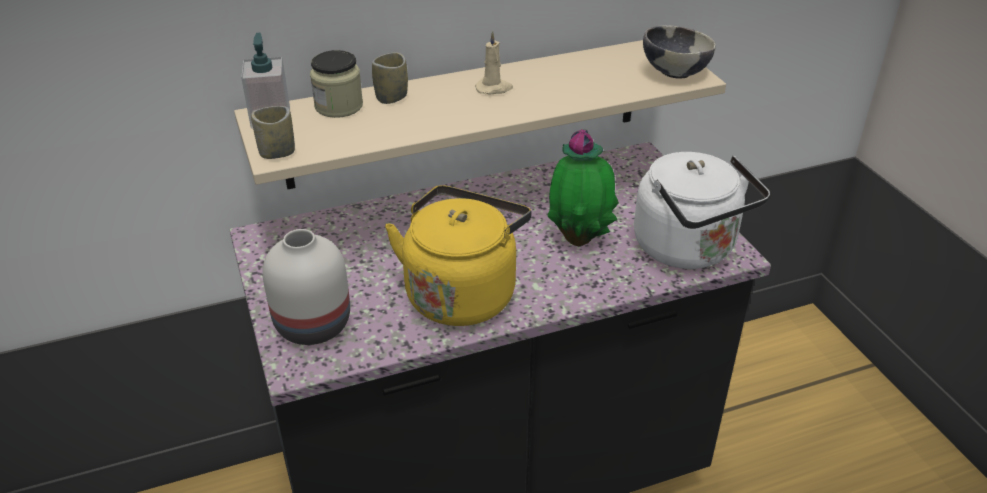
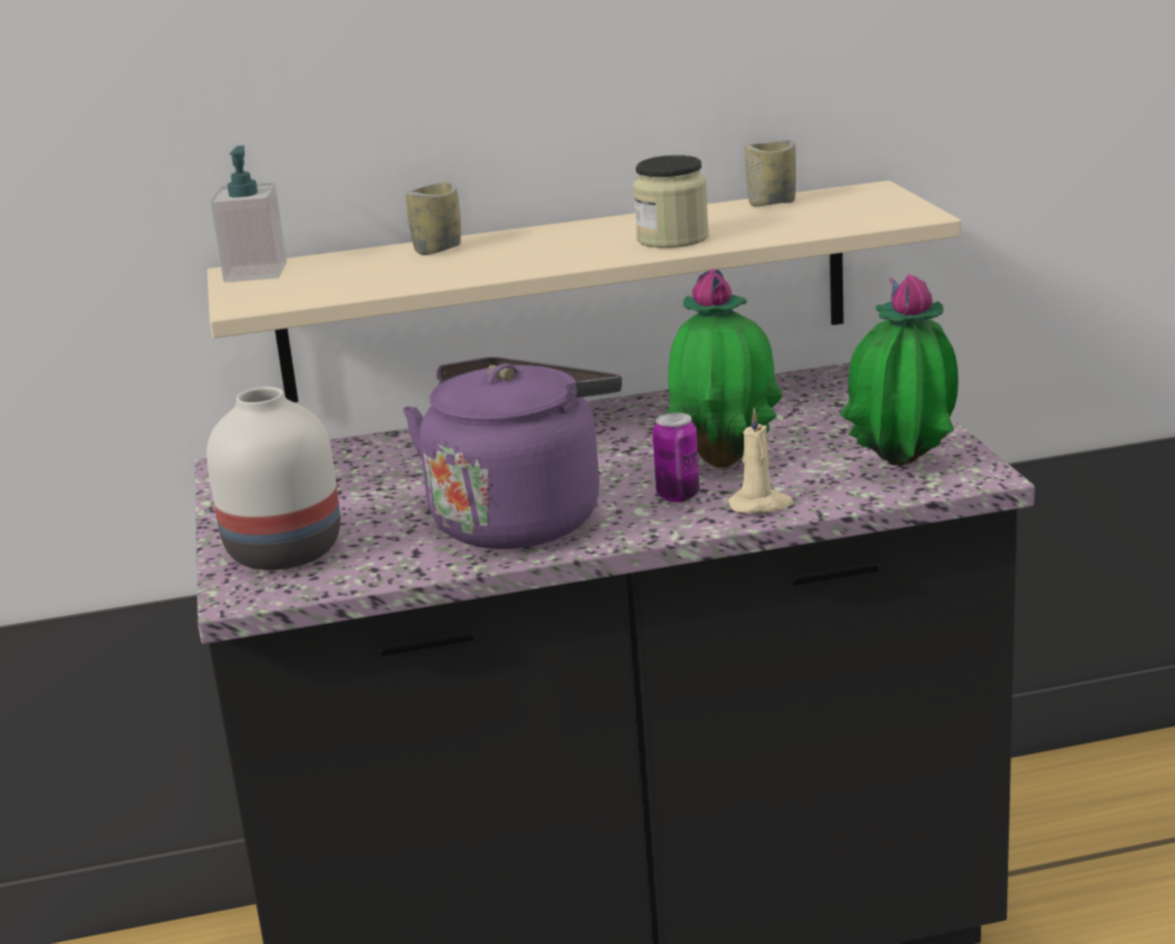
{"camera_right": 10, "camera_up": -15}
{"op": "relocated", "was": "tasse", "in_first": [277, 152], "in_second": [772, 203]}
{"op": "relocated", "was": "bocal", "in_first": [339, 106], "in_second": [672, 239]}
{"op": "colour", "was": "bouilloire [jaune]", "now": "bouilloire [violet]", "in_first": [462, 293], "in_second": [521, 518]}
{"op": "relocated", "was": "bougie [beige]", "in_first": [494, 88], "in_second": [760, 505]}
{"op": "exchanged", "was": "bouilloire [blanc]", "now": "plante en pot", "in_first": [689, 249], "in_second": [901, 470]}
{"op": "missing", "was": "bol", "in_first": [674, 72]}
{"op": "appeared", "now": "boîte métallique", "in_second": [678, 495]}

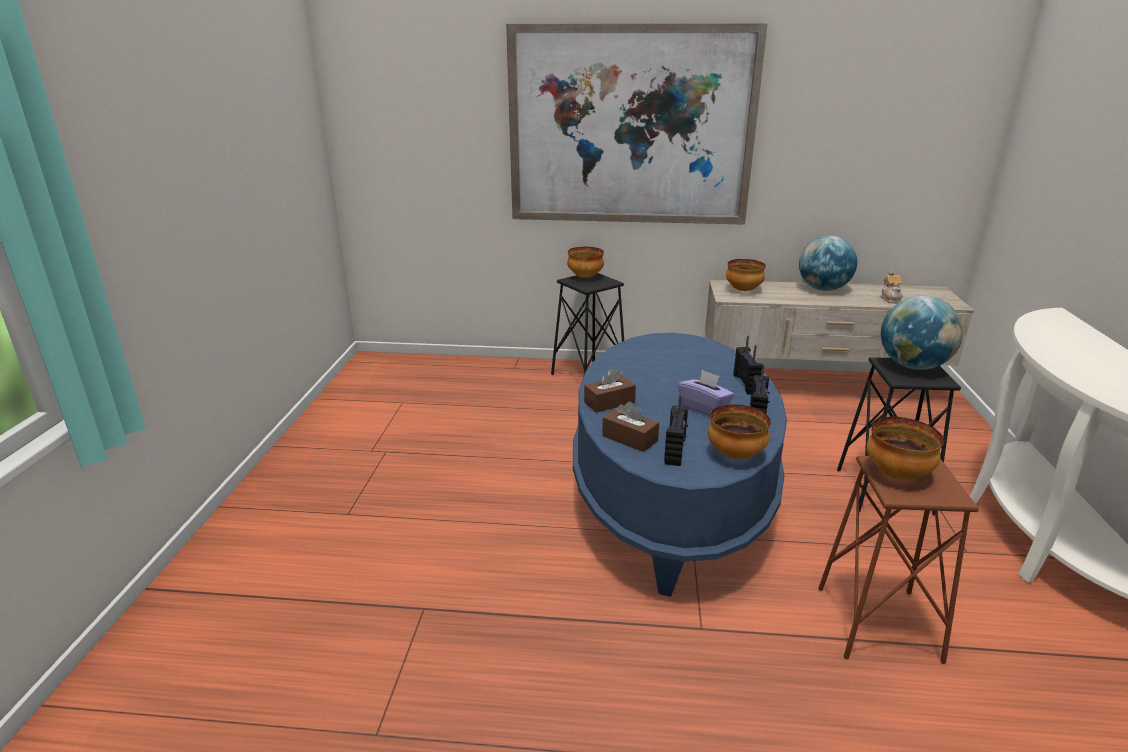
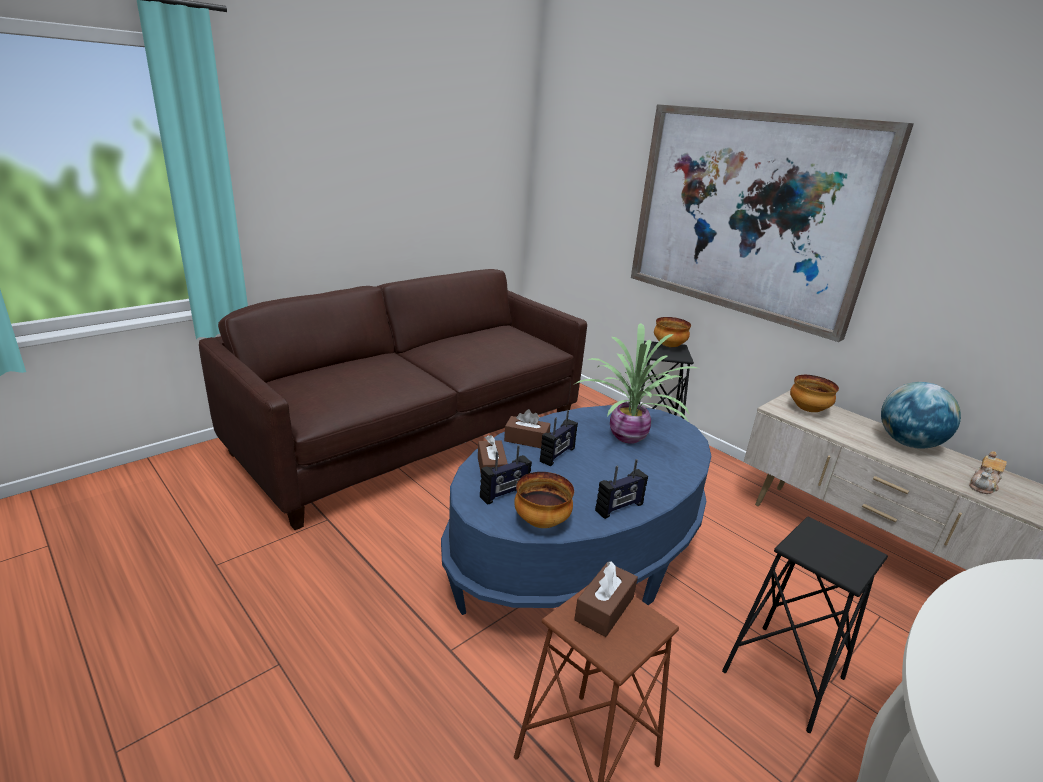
{"camera_right": 40, "camera_up": 0}
{"op": "missing", "was": "boîte à mouchoirs [violet]", "in_first": [704, 408]}
{"op": "relocated", "was": "radio", "in_first": [747, 384], "in_second": [558, 455]}
{"op": "exchanged", "was": "bol", "now": "boîte à mouchoirs [marron]", "in_first": [898, 474], "in_second": [604, 608]}
{"op": "missing", "was": "globe", "in_first": [913, 366]}
{"op": "appeared", "now": "canapé [marron]", "in_second": [414, 435]}
{"op": "appeared", "now": "plante en pot", "in_second": [630, 437]}

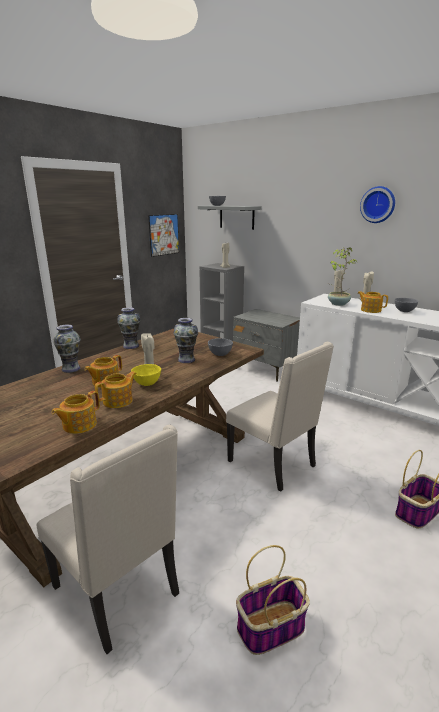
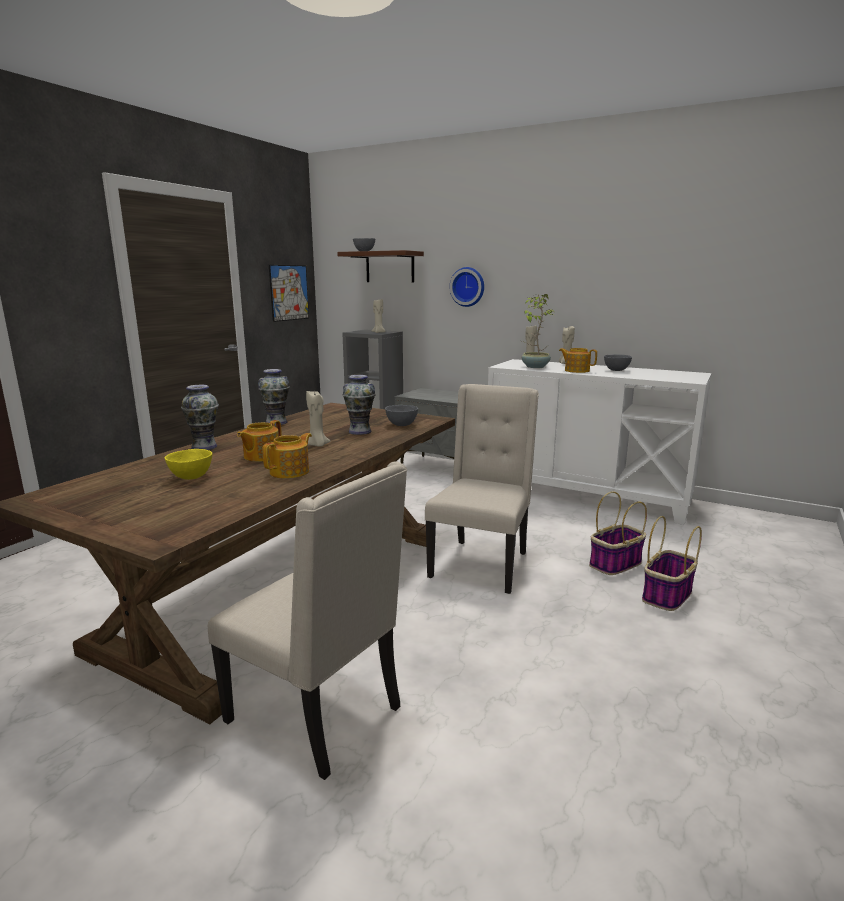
{"camera_right": -10, "camera_up": -5}
{"op": "missing", "was": "théière", "in_first": [78, 425]}
{"op": "relocated", "was": "bol [jaune]", "in_first": [146, 384], "in_second": [190, 477]}
{"op": "colour", "was": "étagère [gris]", "now": "étagère [marron]", "in_first": [236, 217], "in_second": [390, 267]}
{"op": "spun", "was": "chaise [beige]", "in_first": [274, 464], "in_second": [481, 564], "clockwise": -105}
{"op": "relocated", "was": "panier", "in_first": [270, 628], "in_second": [615, 564]}
{"op": "relocated", "was": "horloge murale", "in_first": [378, 204], "in_second": [468, 287]}

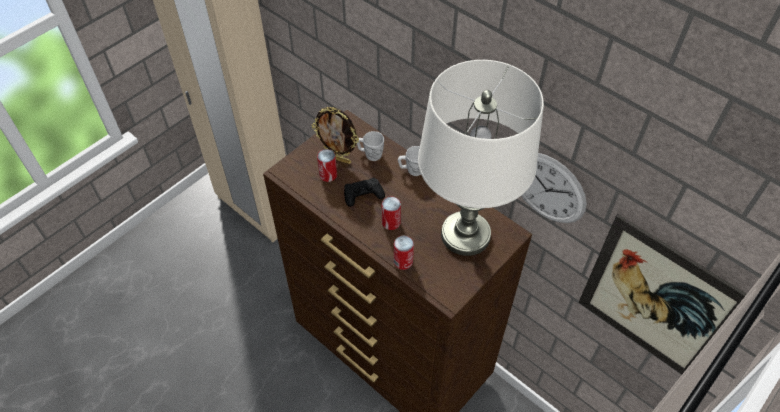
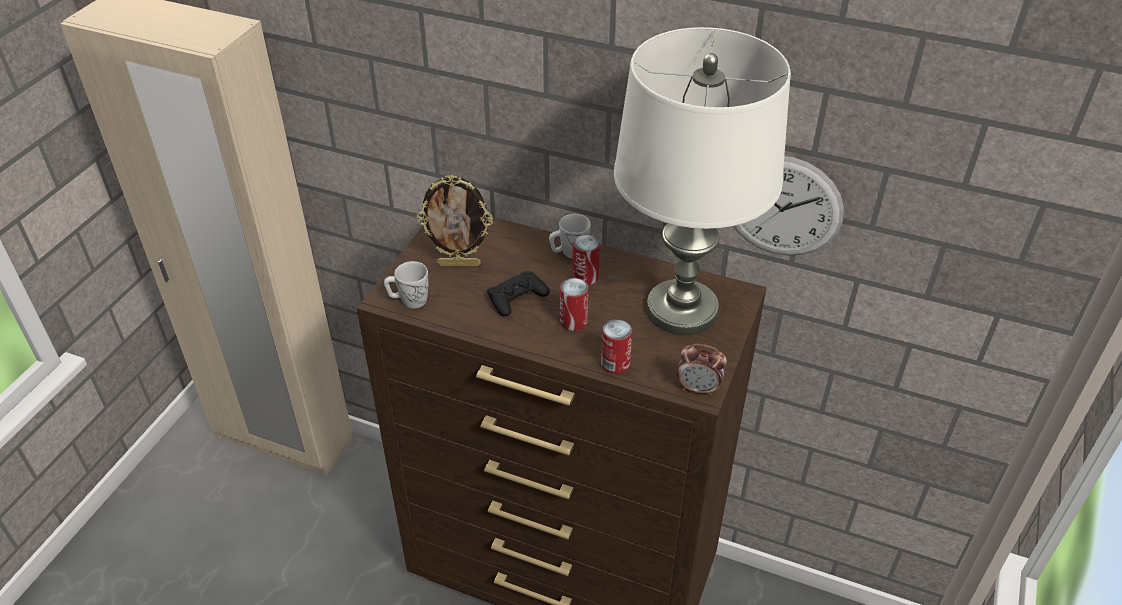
{"camera_right": -20, "camera_up": -10}
{"op": "relocated", "was": "boîte métallique", "in_first": [328, 175], "in_second": [585, 277]}
{"op": "relocated", "was": "mug [blanc]", "in_first": [370, 154], "in_second": [409, 301]}
{"op": "missing", "was": "tableau", "in_first": [656, 300]}
{"op": "appeared", "now": "réveil", "in_second": [698, 388]}

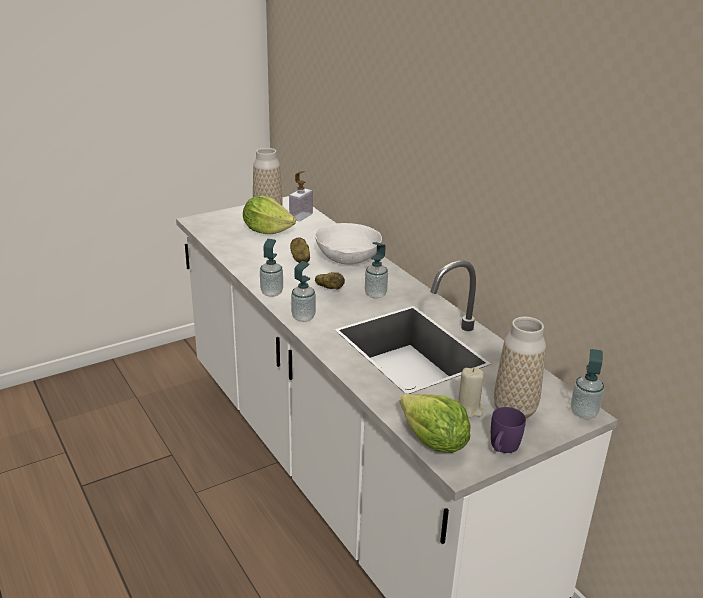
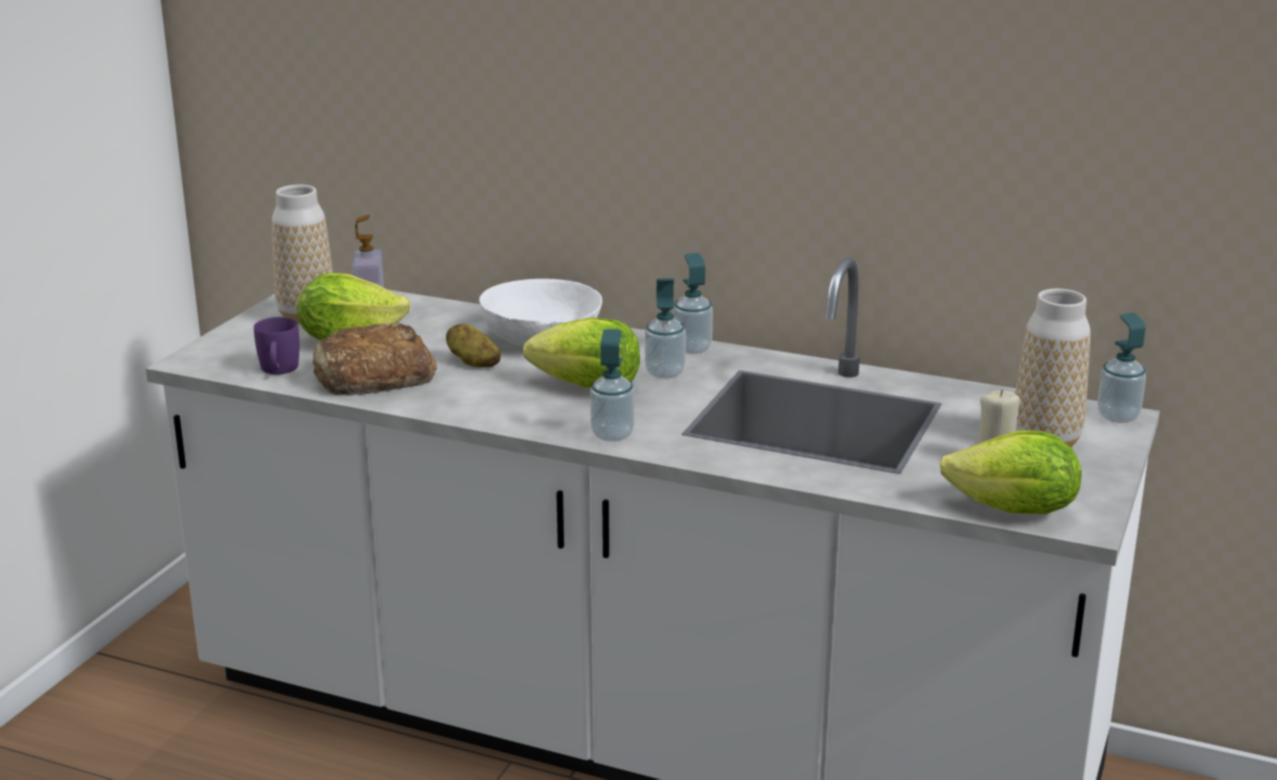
{"camera_right": -35, "camera_up": -5}
{"op": "relocated", "was": "distributeur de savon", "in_first": [271, 292], "in_second": [692, 348]}
{"op": "exchanged", "was": "pomme de terre", "now": "laitue", "in_first": [329, 289], "in_second": [587, 387]}
{"op": "relocated", "was": "mug [violet]", "in_first": [502, 448], "in_second": [279, 371]}
{"op": "appeared", "now": "pain", "in_second": [372, 375]}

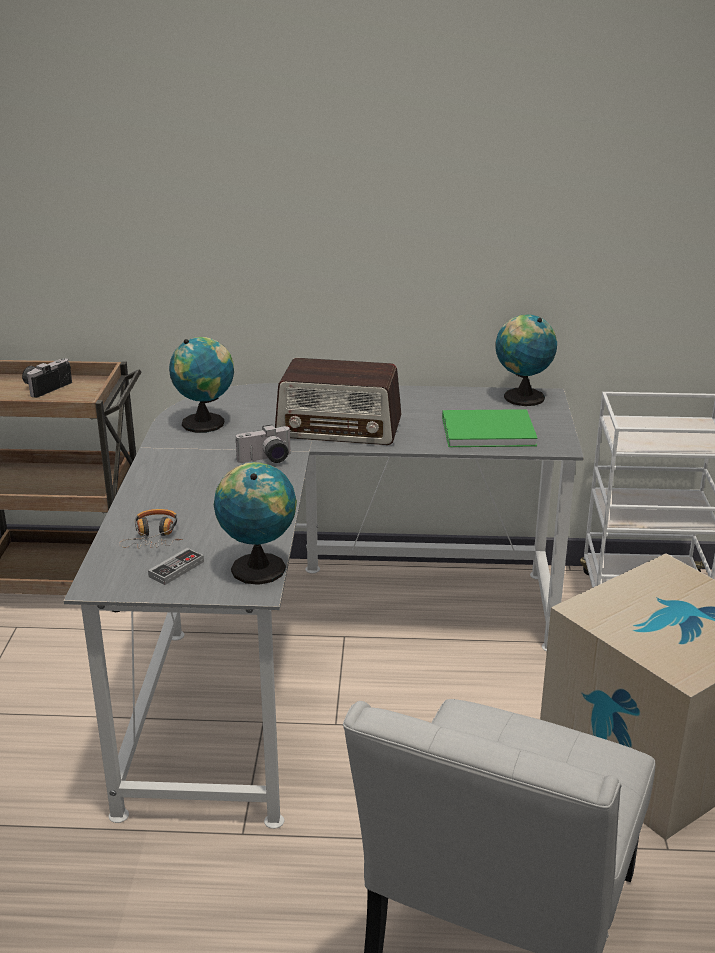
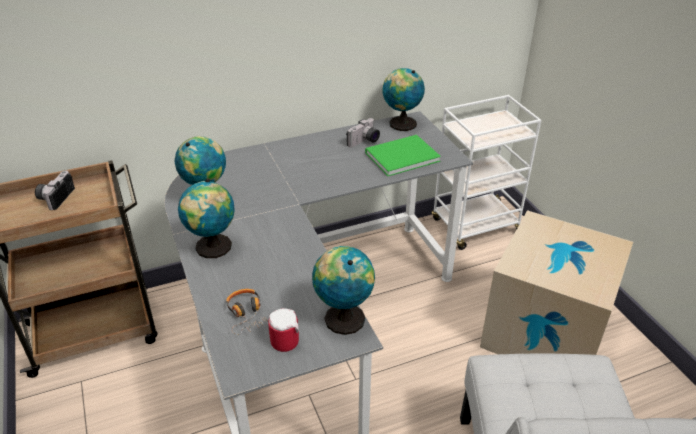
{"camera_right": -25, "camera_up": 10}
{"op": "exchanged", "was": "manette", "now": "mug", "in_first": [176, 569], "in_second": [287, 339]}
{"op": "relocated", "was": "appareil photo", "in_first": [266, 460], "in_second": [364, 142]}
{"op": "missing", "was": "radio", "in_first": [339, 428]}
{"op": "appeared", "now": "globe", "in_second": [213, 248]}

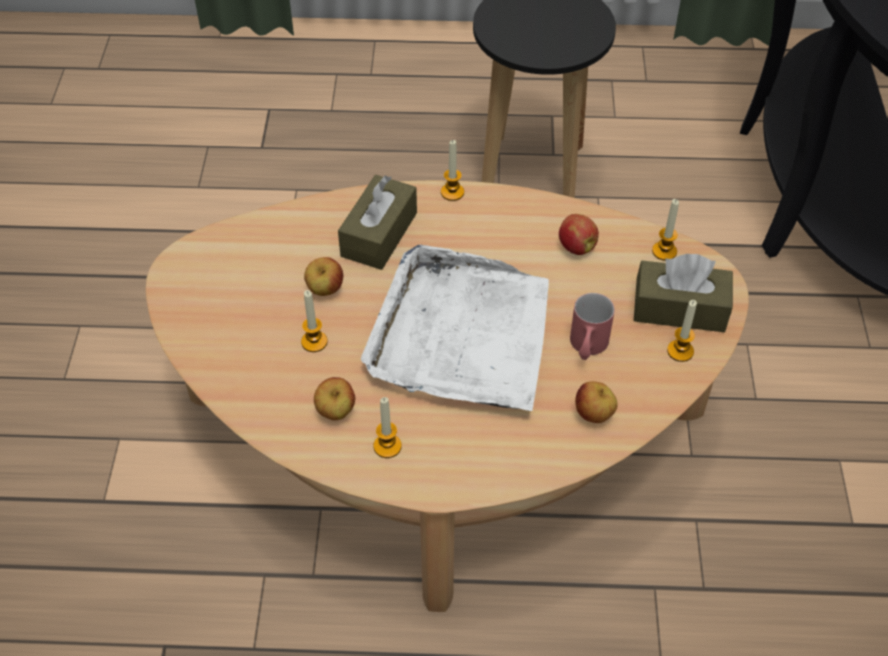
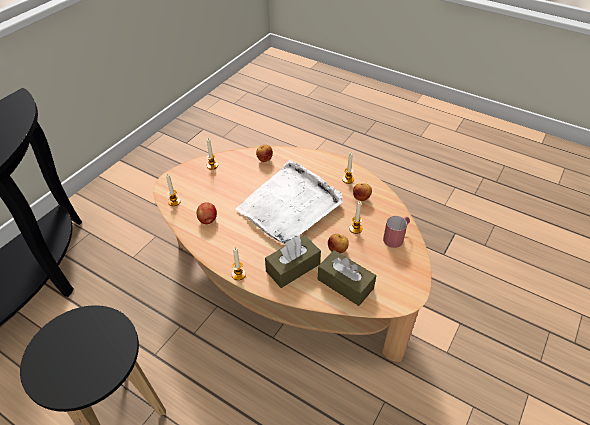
{"camera_right": -150, "camera_up": -5}
{"op": "relocated", "was": "mug [rouge]", "in_first": [587, 348], "in_second": [396, 237]}
{"op": "relocated", "was": "boîte à mouchoirs [marron]", "in_first": [679, 309], "in_second": [345, 284]}

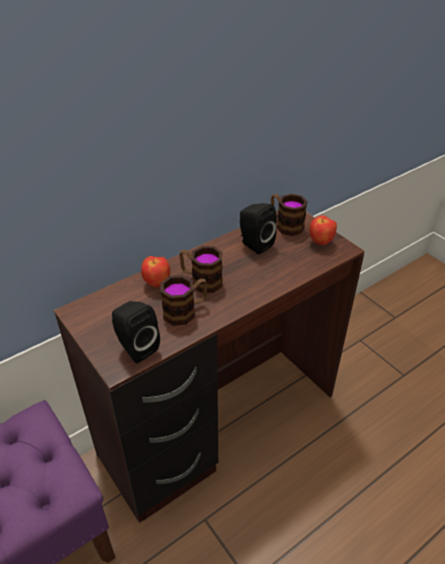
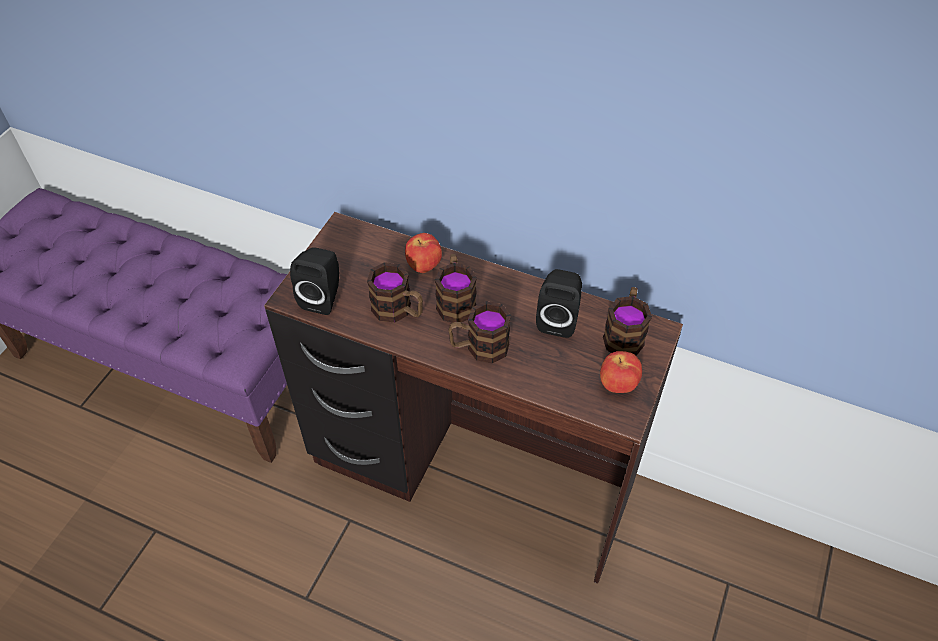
{"camera_right": 60, "camera_up": 10}
{"op": "appeared", "now": "mug", "in_second": [479, 347]}

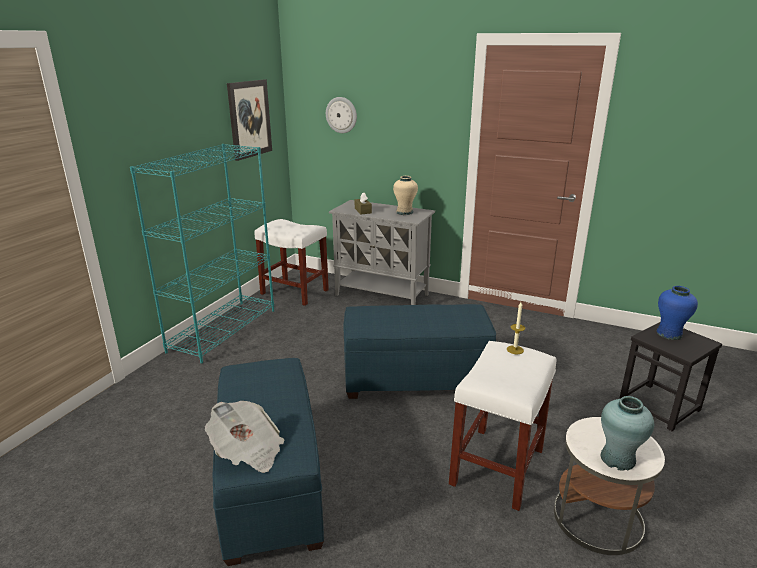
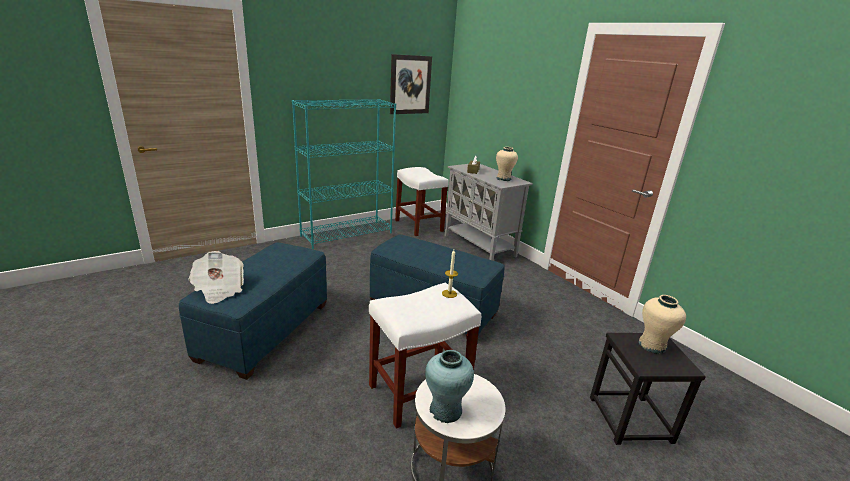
{"camera_right": 30, "camera_up": 0}
{"op": "missing", "was": "horloge murale", "in_first": [341, 115]}
{"op": "colour", "was": "vase [bleu]", "now": "vase [beige]", "in_first": [669, 334], "in_second": [652, 345]}

